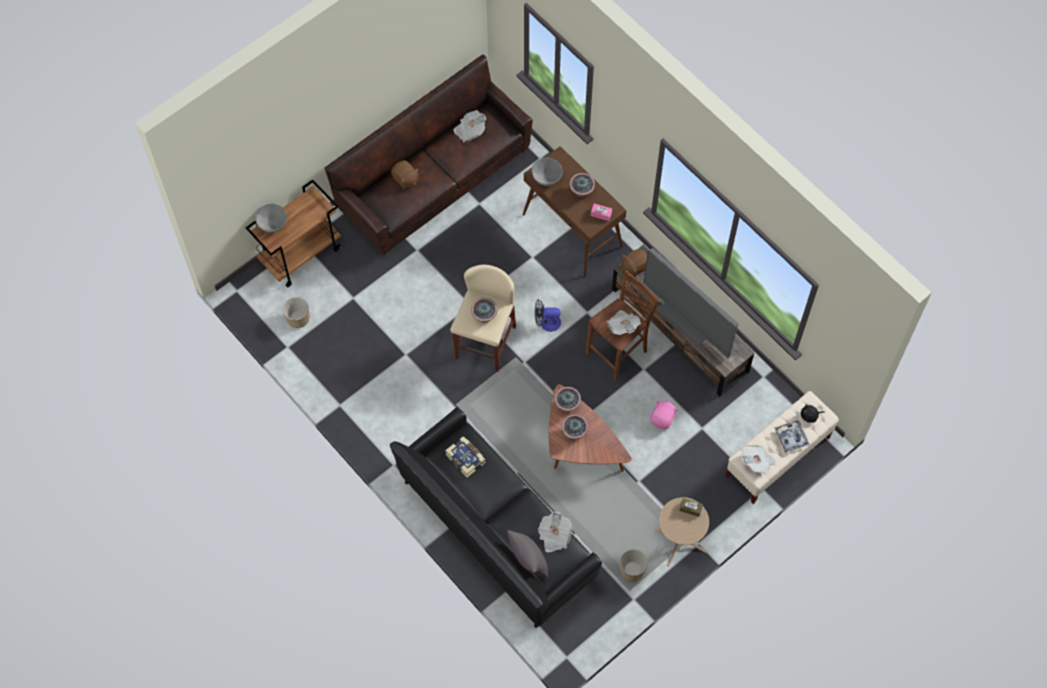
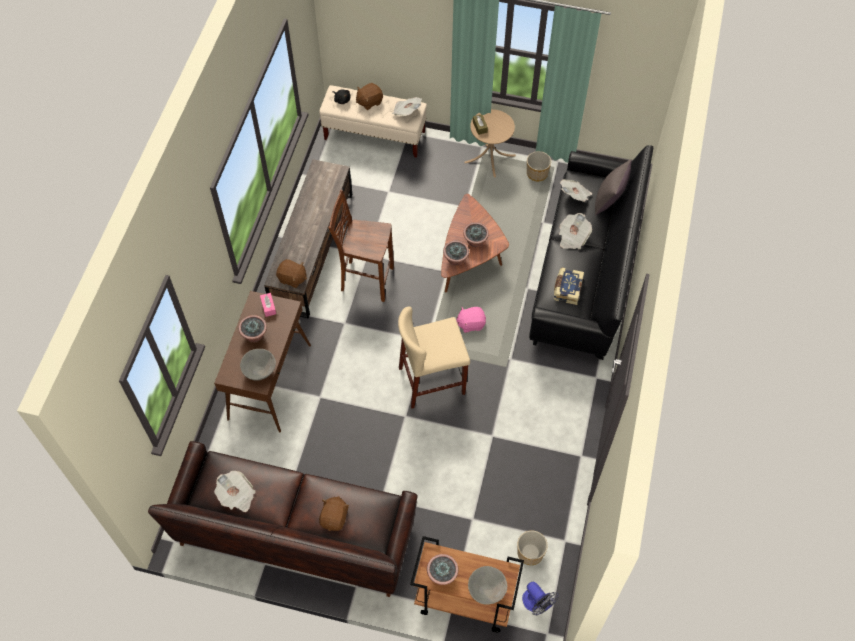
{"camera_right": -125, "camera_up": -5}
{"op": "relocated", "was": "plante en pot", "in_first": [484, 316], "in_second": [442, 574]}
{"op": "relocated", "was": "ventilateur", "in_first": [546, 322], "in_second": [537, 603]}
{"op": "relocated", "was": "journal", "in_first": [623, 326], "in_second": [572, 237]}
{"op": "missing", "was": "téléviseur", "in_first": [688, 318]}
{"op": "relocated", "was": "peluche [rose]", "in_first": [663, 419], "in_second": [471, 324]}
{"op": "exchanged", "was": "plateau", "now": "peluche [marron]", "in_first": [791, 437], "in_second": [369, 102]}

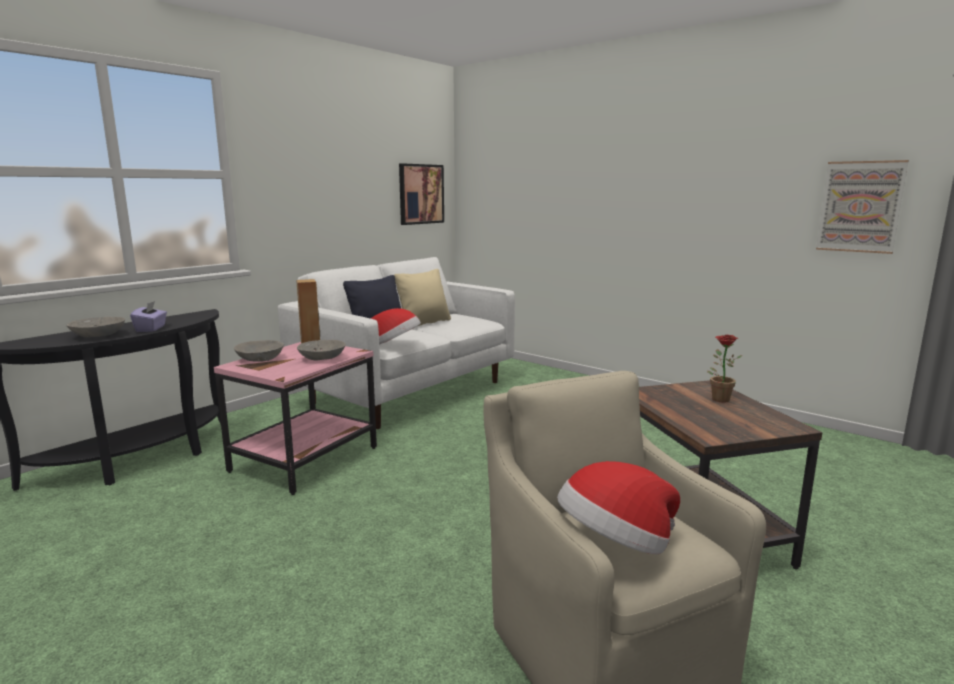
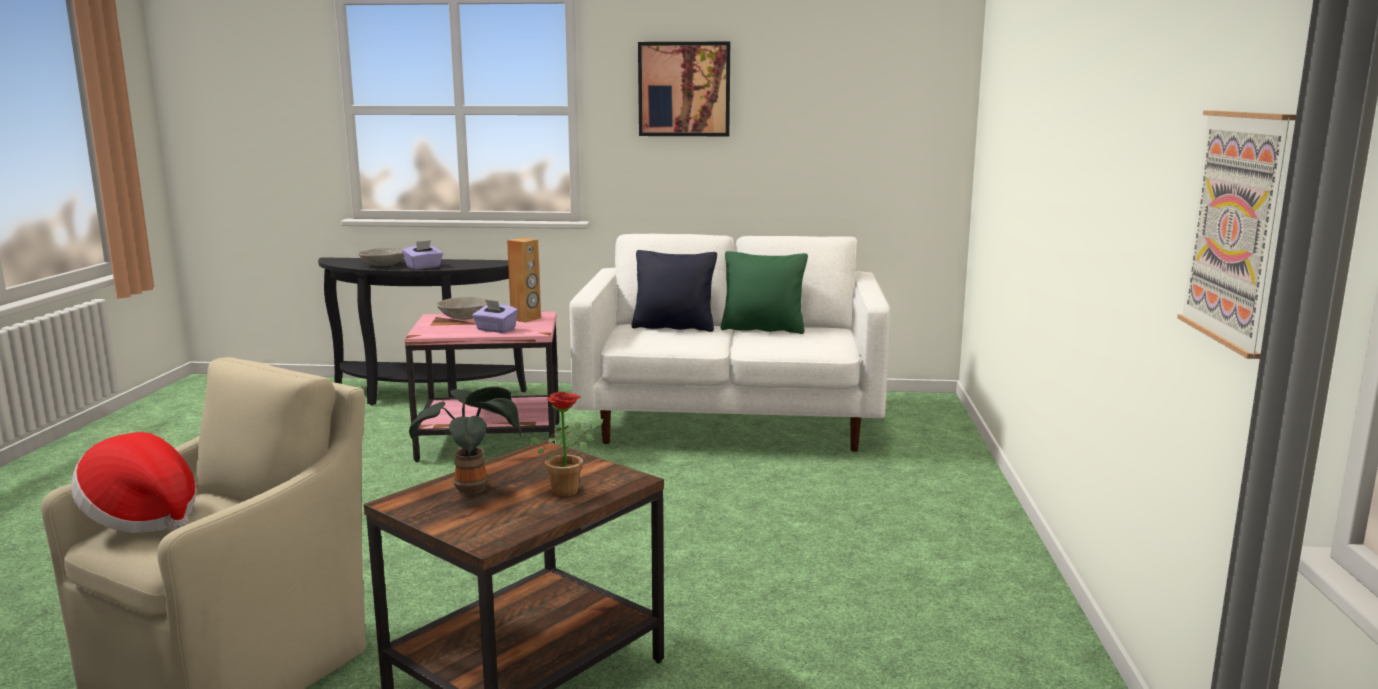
{"camera_right": 55, "camera_up": 0}
{"op": "exchanged", "was": "bol [gris]", "now": "boîte à mouchoirs [violet]", "in_first": [323, 358], "in_second": [495, 330]}
{"op": "missing", "was": "chapeau", "in_first": [394, 345]}
{"op": "colour", "was": "coussin [beige]", "now": "coussin [vert]", "in_first": [424, 323], "in_second": [763, 329]}
{"op": "relocated", "was": "tableau", "in_first": [421, 194], "in_second": [684, 89]}
{"op": "appeared", "now": "plante en pot", "in_second": [473, 488]}

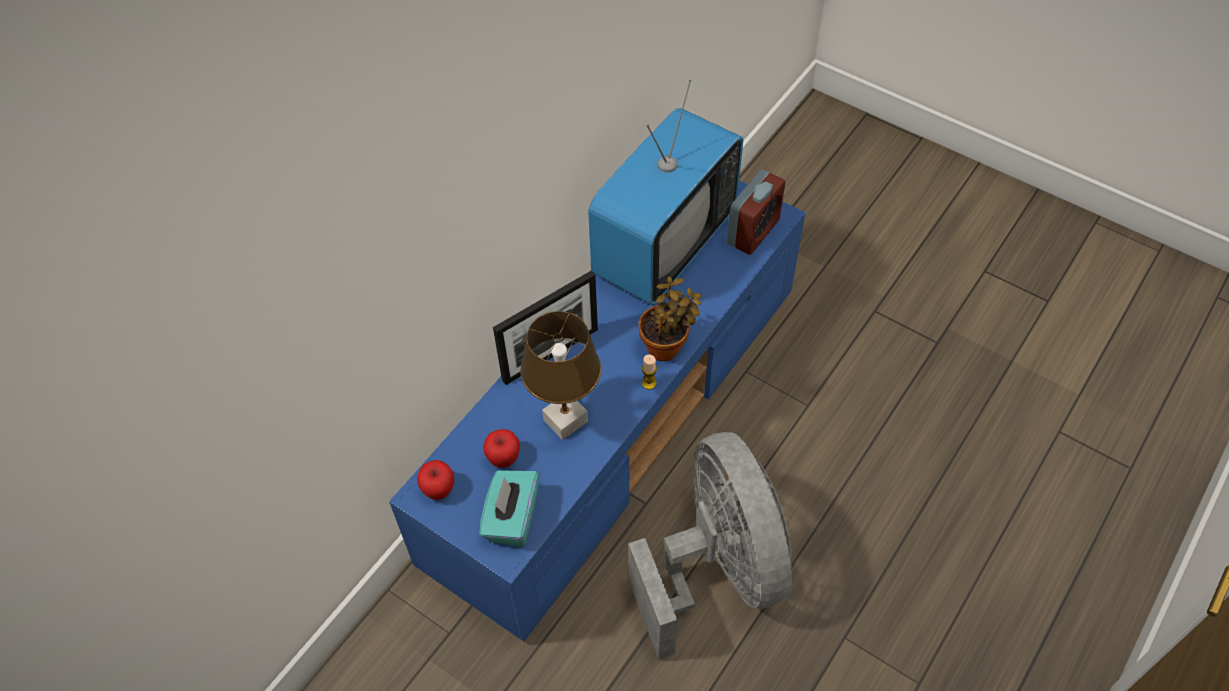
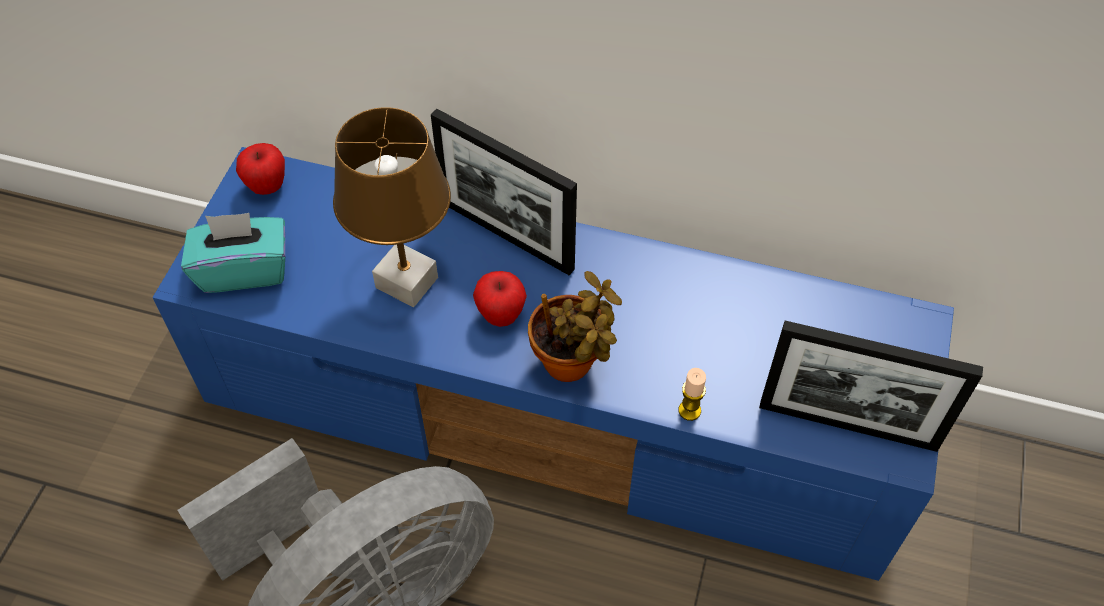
{"camera_right": 70, "camera_up": 0}
{"op": "relocated", "was": "pomme", "in_first": [503, 459], "in_second": [501, 315]}
{"op": "missing", "was": "téléviseur", "in_first": [664, 246]}
{"op": "relocated", "was": "bougie", "in_first": [649, 383], "in_second": [689, 410]}
{"op": "exchanged", "was": "réveil", "now": "cadre photo", "in_first": [753, 232], "in_second": [847, 425]}

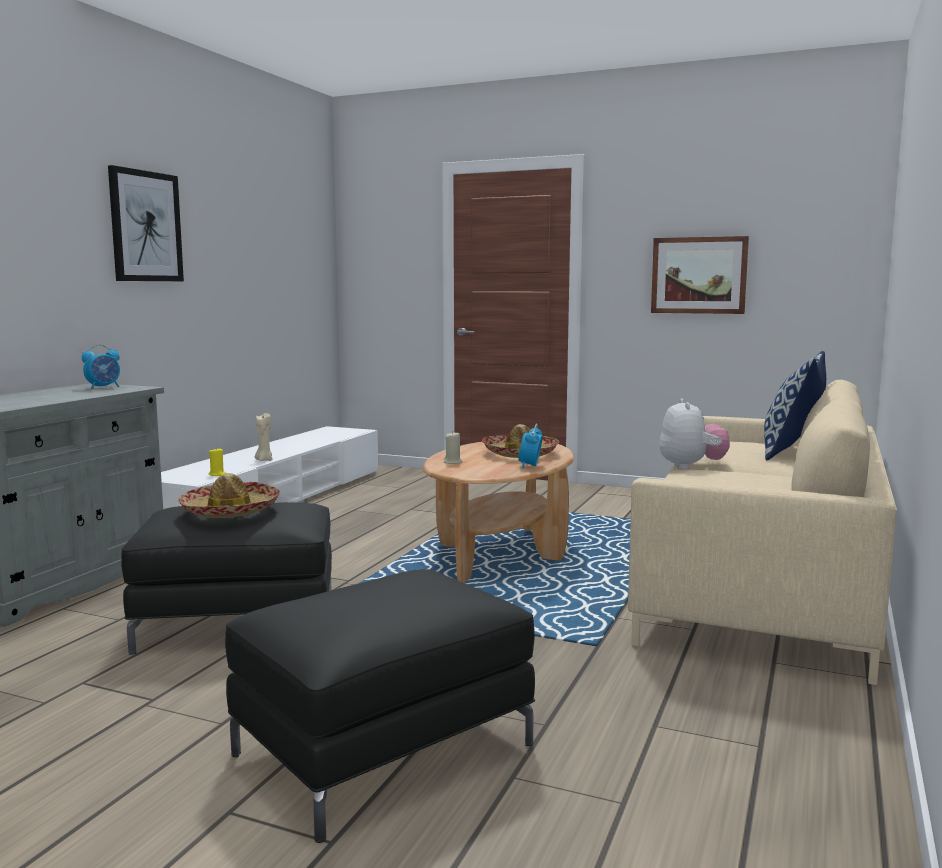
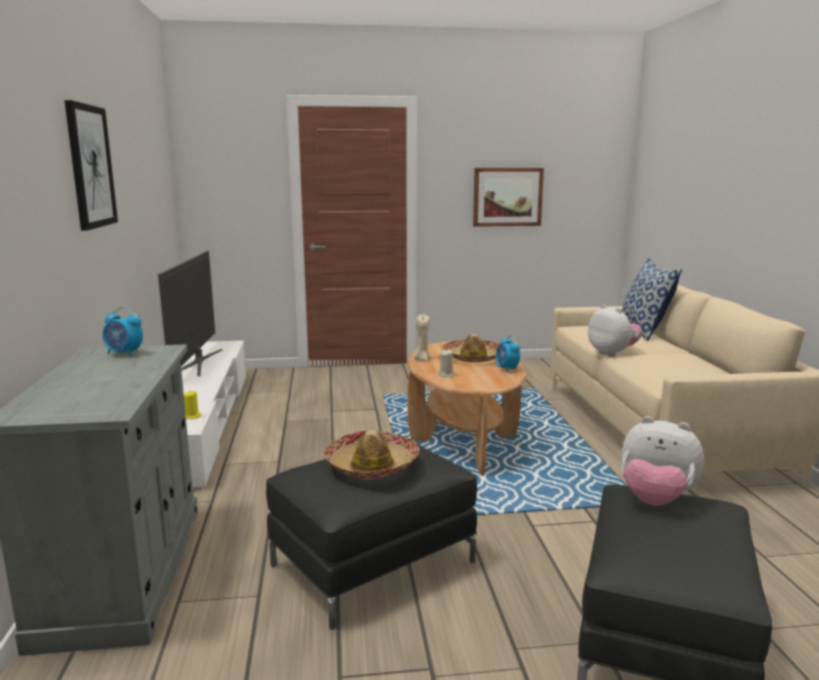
{"camera_right": -30, "camera_up": 5}
{"op": "spun", "was": "réveil", "in_first": [104, 387], "in_second": [124, 354], "clockwise": 90}
{"op": "relocated", "was": "bougie [beige]", "in_first": [264, 460], "in_second": [422, 359]}
{"op": "appeared", "now": "téléviseur", "in_second": [196, 362]}
{"op": "appeared", "now": "peluche", "in_second": [655, 500]}

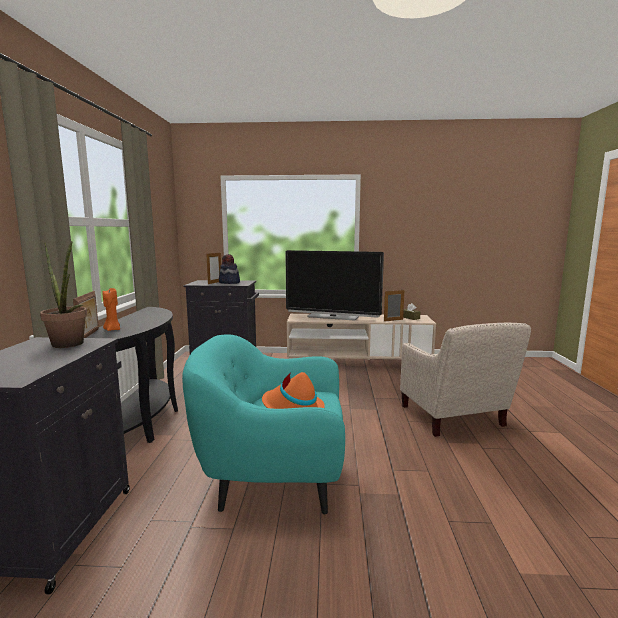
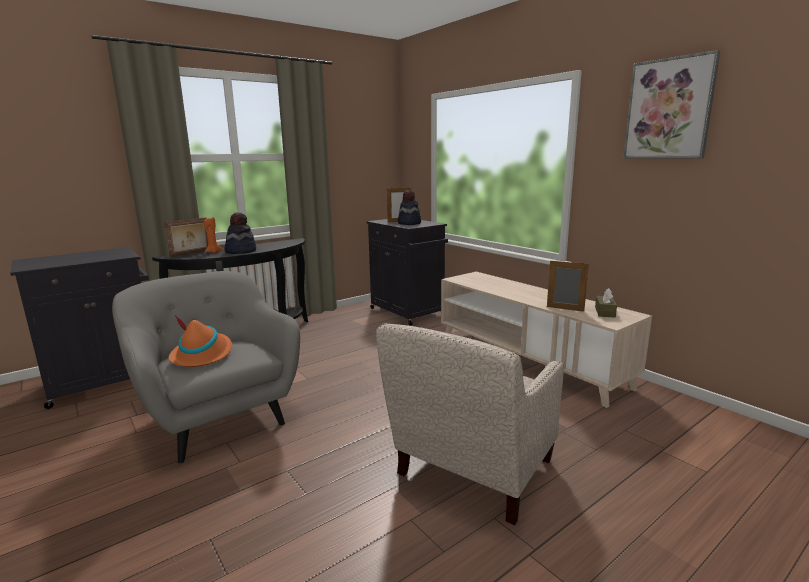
{"camera_right": 50, "camera_up": 5}
{"op": "missing", "was": "plante en pot", "in_first": [69, 345]}
{"op": "colour", "was": "fauteuil [turquoise]", "now": "fauteuil [gris]", "in_first": [273, 478], "in_second": [217, 418]}
{"op": "missing", "was": "téléviseur", "in_first": [333, 317]}
{"op": "appeared", "now": "chapeau", "in_second": [240, 251]}
{"op": "appeared", "now": "tableau", "in_second": [669, 109]}

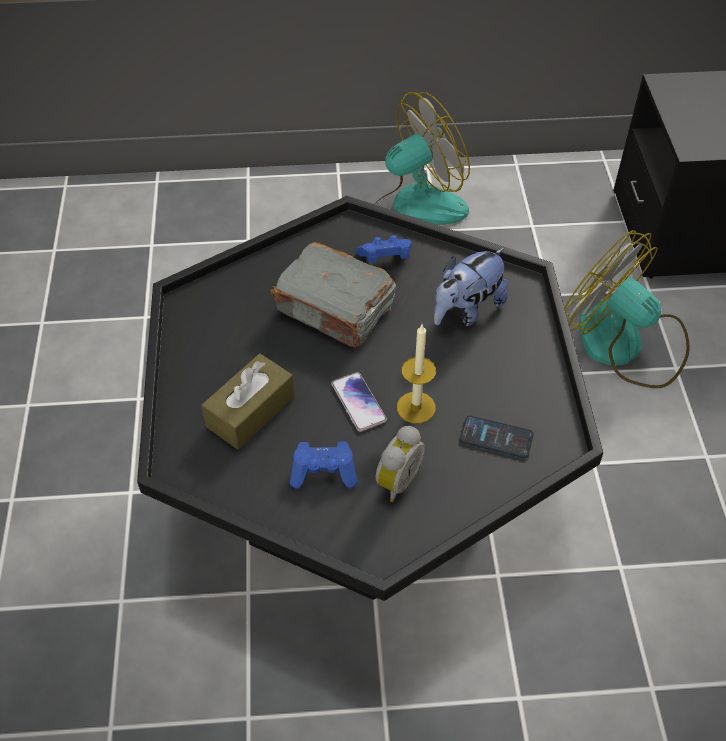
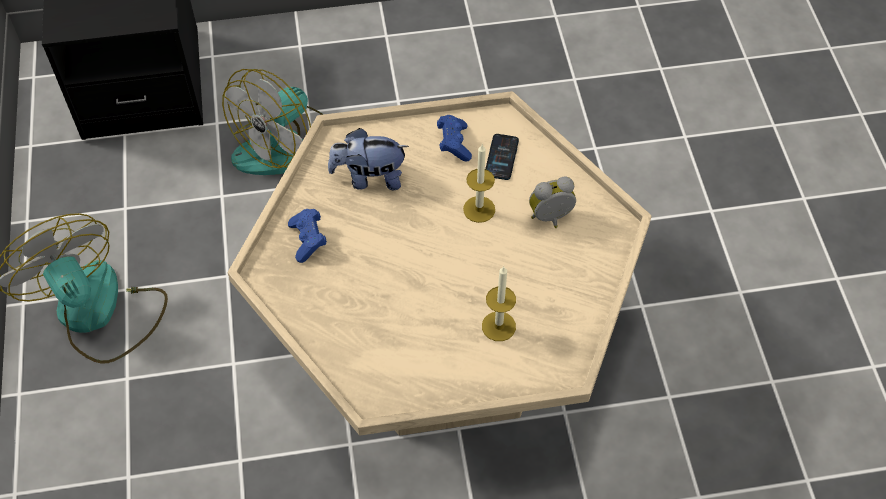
{"camera_right": -95, "camera_up": 5}
{"op": "colour", "was": "table basse [noir]", "now": "table basse [beige]", "in_first": [361, 479], "in_second": [443, 336]}
{"op": "exchanged", "was": "boîte à mouchoirs [marron]", "now": "bougie", "in_first": [250, 411], "in_second": [498, 326]}
{"op": "missing", "was": "livre [gris]", "in_first": [335, 309]}
{"op": "relocated", "was": "manette [bleu]", "in_first": [324, 472], "in_second": [454, 144]}
{"op": "missing", "was": "téléphone", "in_first": [358, 402]}
{"op": "spun", "was": "réveil", "in_first": [396, 480], "in_second": [551, 219], "clockwise": -45}
{"op": "spun", "was": "peluche", "in_first": [467, 310], "in_second": [369, 178], "clockwise": 135}

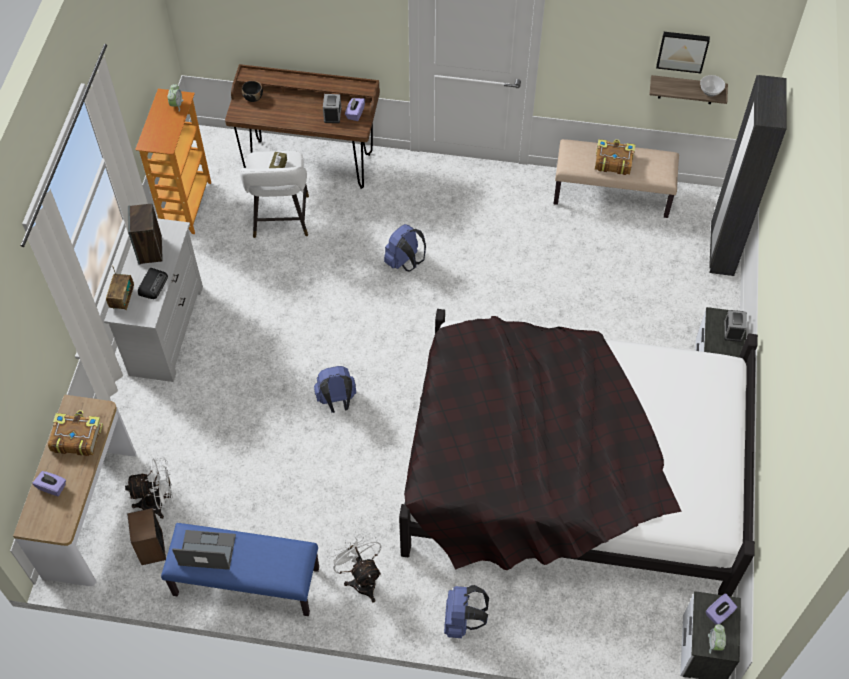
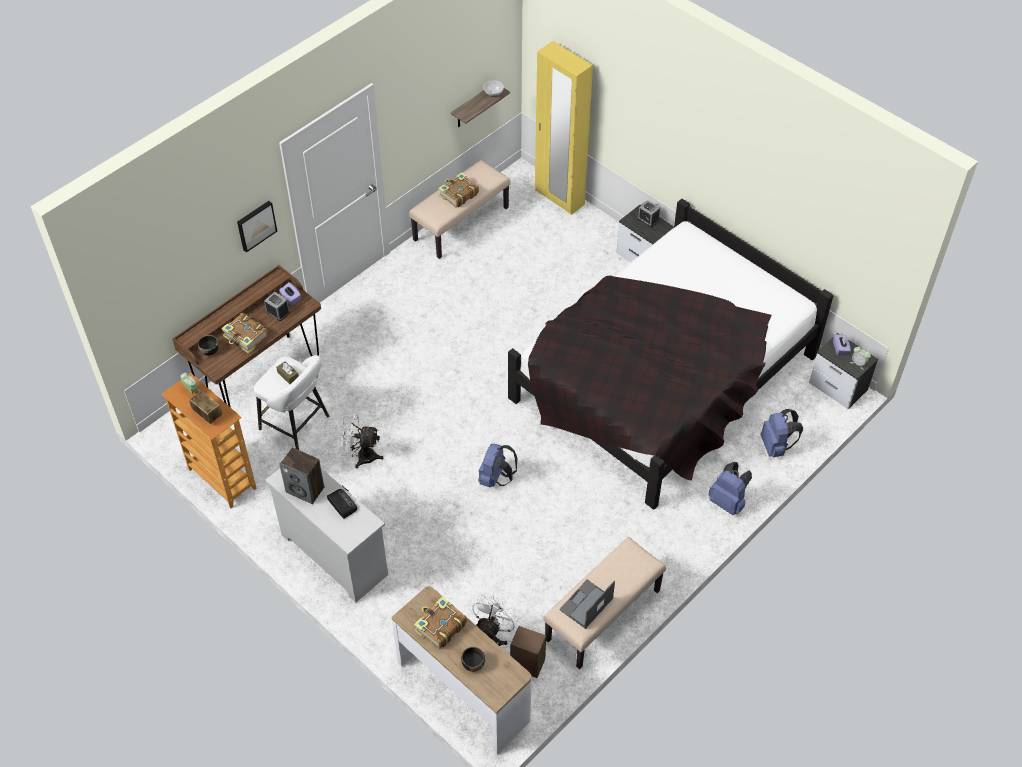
{"camera_right": -55, "camera_up": -5}
{"op": "exchanged", "was": "boîte à mouchoirs [violet]", "now": "bol [noir]", "in_first": [52, 487], "in_second": [473, 664]}
{"op": "relocated", "was": "radio", "in_first": [122, 298], "in_second": [207, 414]}
{"op": "colour", "was": "banc [bleu]", "now": "banc [beige]", "in_first": [245, 582], "in_second": [603, 616]}
{"op": "relocated", "was": "ventilateur [blanc]", "in_first": [361, 579], "in_second": [361, 456]}
{"op": "relocated", "was": "sac à dos [bleu]", "in_first": [405, 262], "in_second": [776, 446]}
{"op": "relocated", "was": "tableau", "in_first": [682, 50], "in_second": [256, 225]}
{"op": "colour", "was": "armoire [noir]", "now": "armoire [jaune]", "in_first": [721, 250], "in_second": [559, 198]}
{"op": "appeared", "now": "livre", "in_second": [246, 337]}

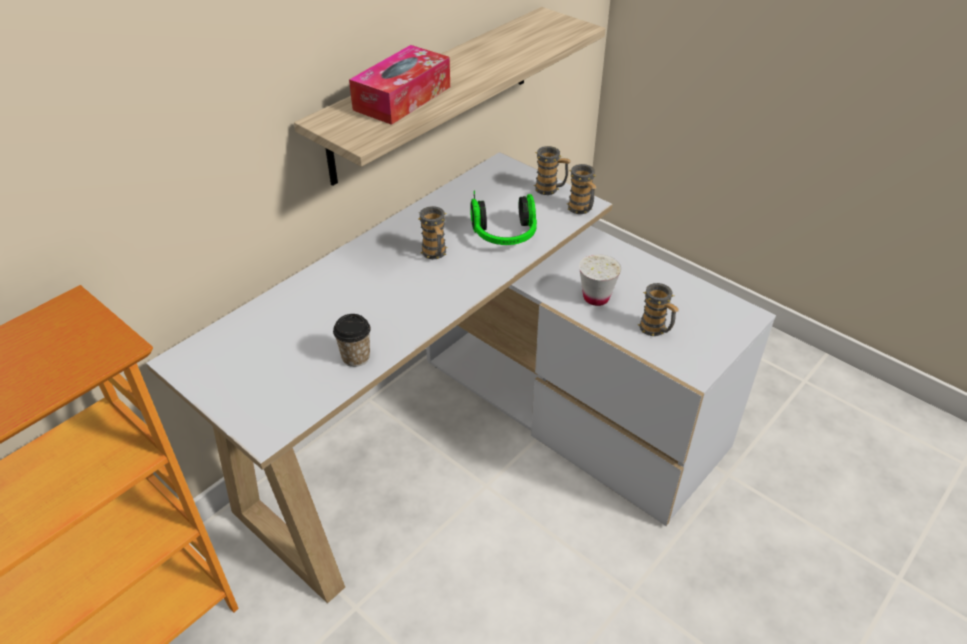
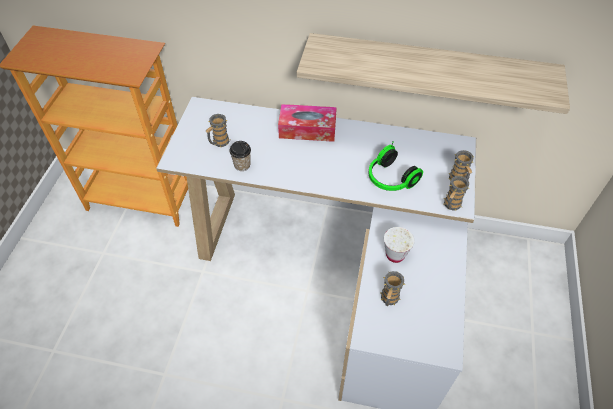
{"camera_right": 60, "camera_up": 10}
{"op": "relocated", "was": "boîte à mouchoirs", "in_first": [402, 98], "in_second": [307, 129]}
{"op": "relocated", "was": "mug", "in_first": [435, 254], "in_second": [219, 143]}

